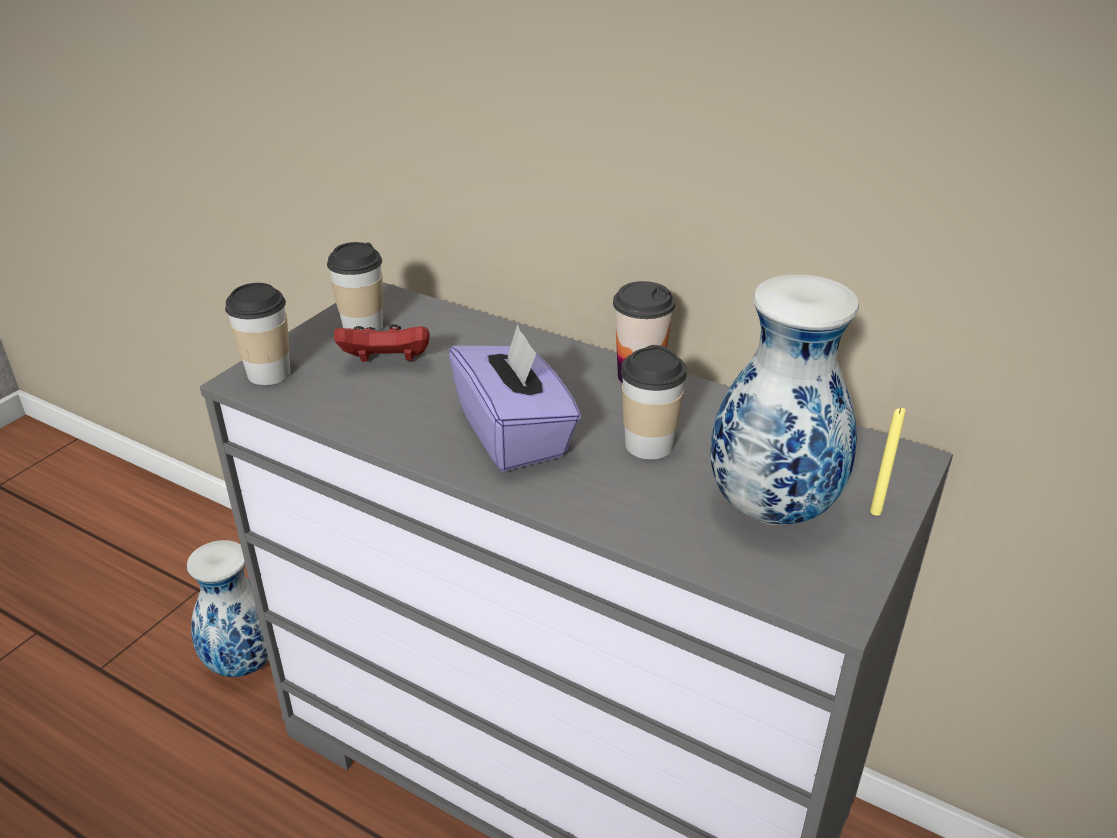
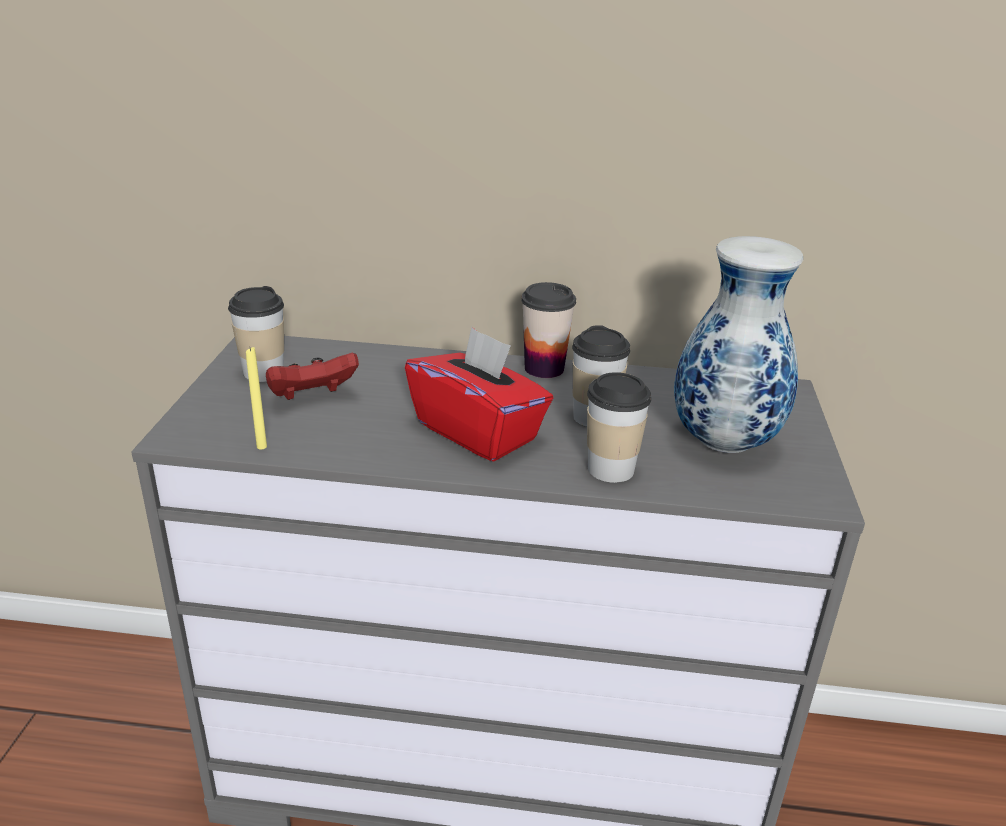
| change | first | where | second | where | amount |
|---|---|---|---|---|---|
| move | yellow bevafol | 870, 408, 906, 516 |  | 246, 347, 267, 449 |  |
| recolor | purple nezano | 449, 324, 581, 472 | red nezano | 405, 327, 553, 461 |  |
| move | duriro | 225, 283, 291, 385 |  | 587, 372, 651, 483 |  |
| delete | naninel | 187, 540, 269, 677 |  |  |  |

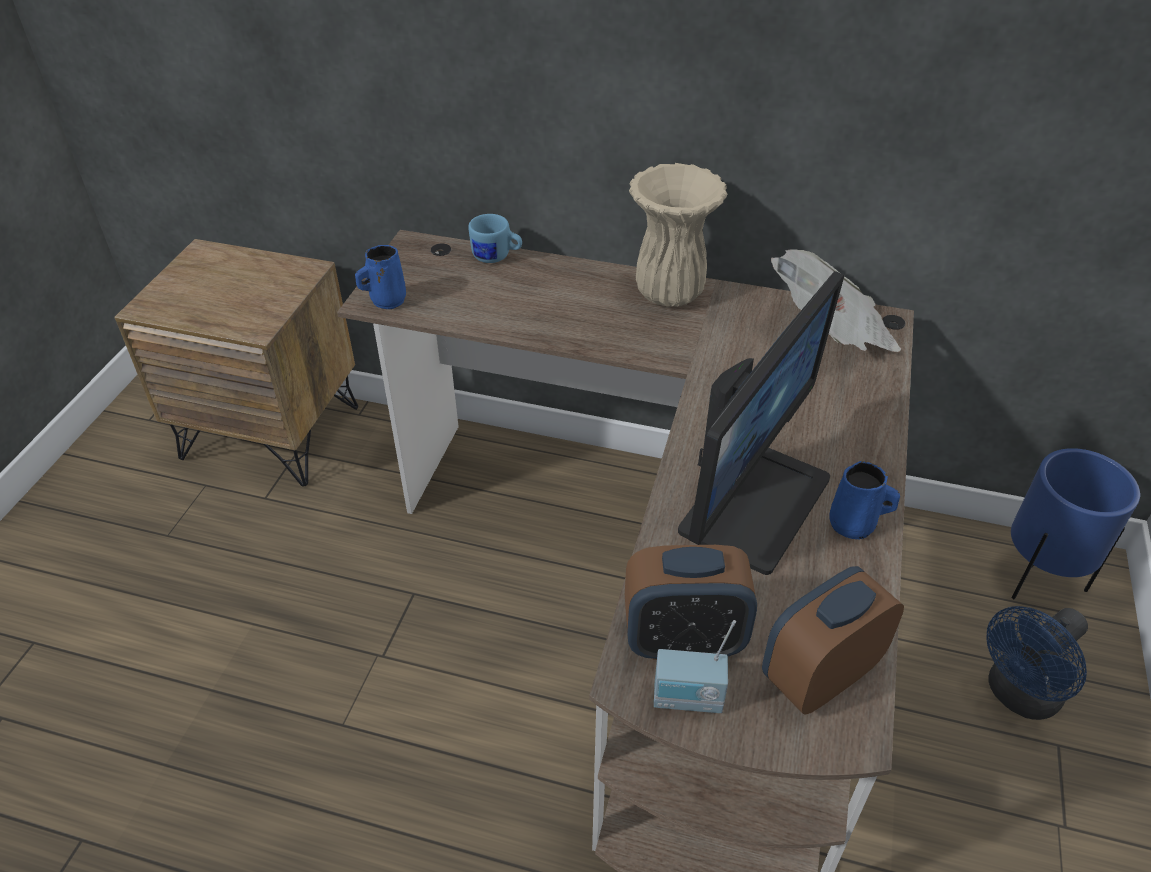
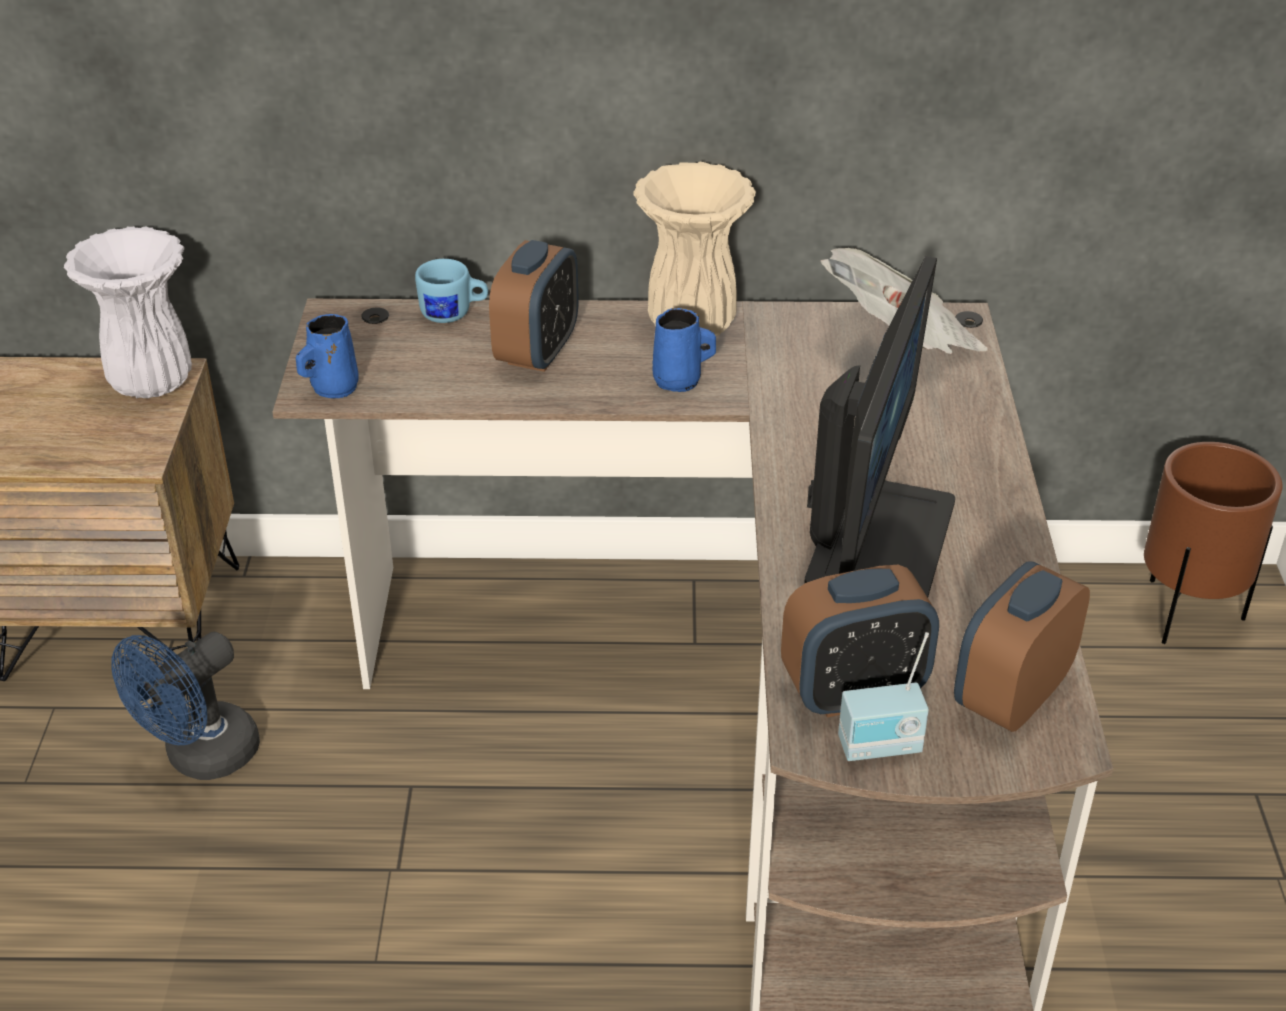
| change | first | where | second | where | amount |
|---|---|---|---|---|---|
| insert |  |  | white naninel | 64, 226, 192, 399 |  |
| move | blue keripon | 986, 606, 1088, 720 |  | 112, 632, 260, 780 |  |
| insert |  |  | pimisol | 489, 240, 579, 372 |  |
| move | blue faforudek | 829, 461, 900, 539 |  | 653, 308, 716, 392 |  |
| recolor | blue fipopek | 1011, 448, 1140, 599 | brown fipopek | 1144, 442, 1282, 644 |  |

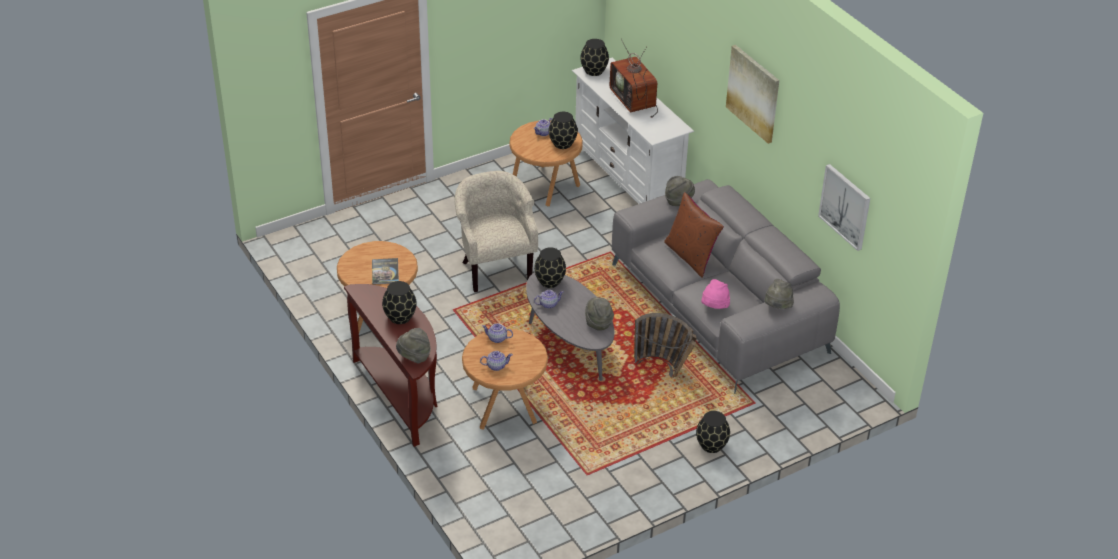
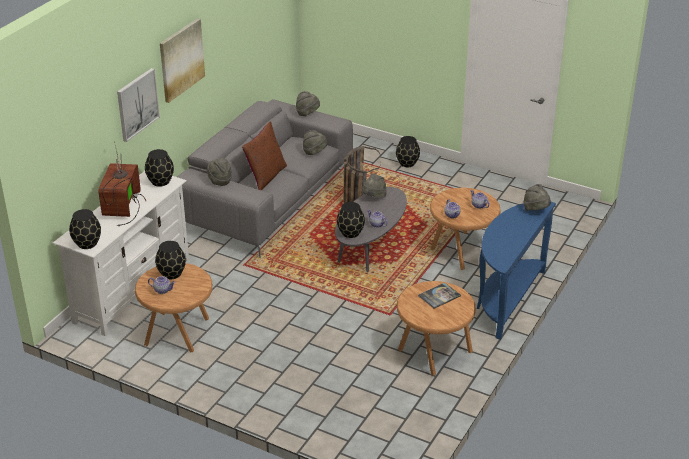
| change | first | where | second | where | amount |
|---|---|---|---|---|---|
| rotate | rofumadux | 610, 39, 658, 118 |  | 98, 141, 147, 226 | 150 degrees clockwise |
| move | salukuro | 818, 164, 870, 251 |  | 117, 68, 160, 142 |  |
| move | black naninel | 382, 281, 417, 324 |  | 145, 149, 174, 187 |  |
| recolor | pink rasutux | 701, 279, 730, 309 | grey rasutux | 303, 130, 328, 155 |  |
| recolor | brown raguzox | 344, 284, 438, 447 | blue raguzox | 477, 202, 556, 340 |  |
| delete | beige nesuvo | 454, 171, 538, 292 |  |  |  |

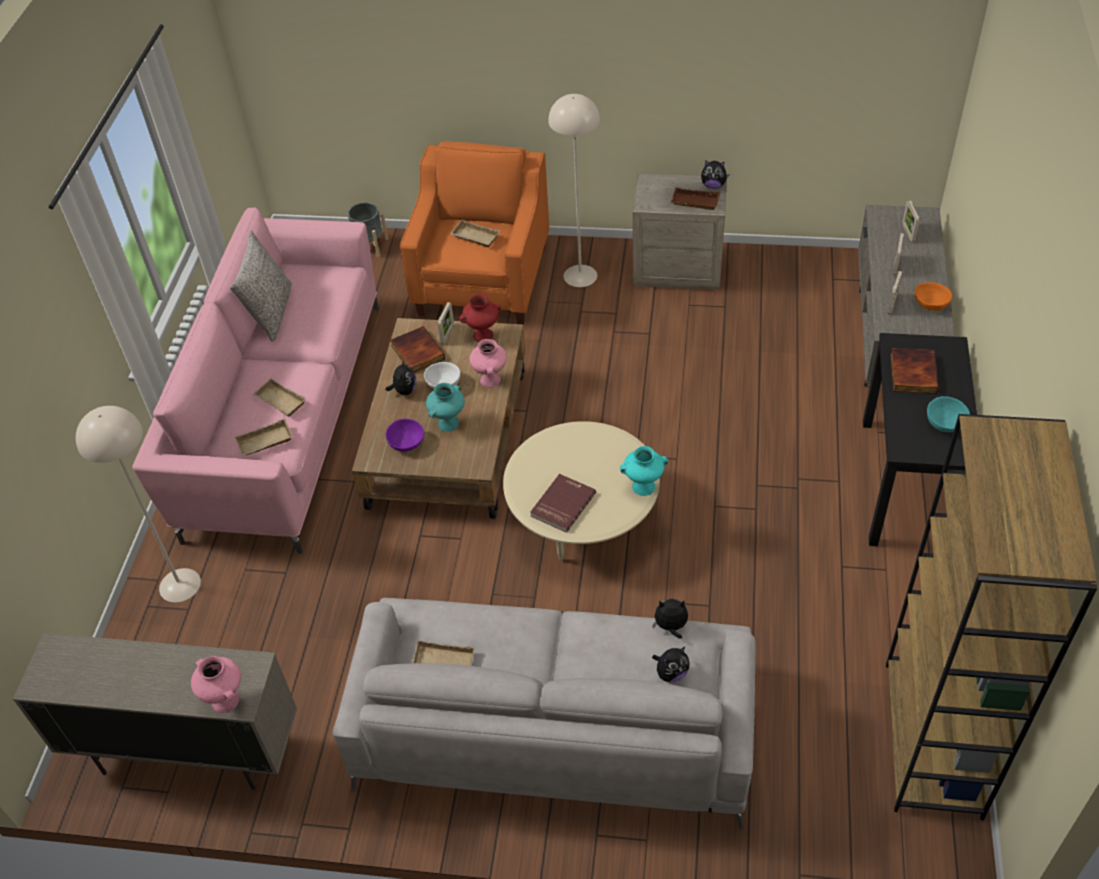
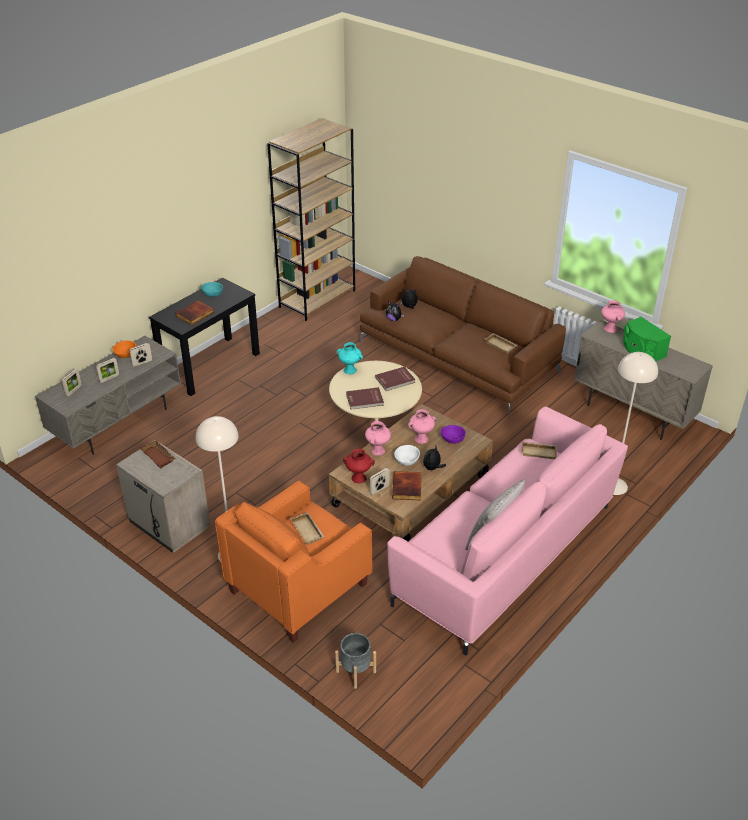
| change | first | where | second | where | amount |
|---|---|---|---|---|---|
| insert |  |  | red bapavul | 346, 387, 384, 410 |  |
| recolor | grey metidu | 332, 598, 756, 830 | brown metidu | 359, 256, 566, 417 |  |
| recolor | turquoise naninel | 426, 383, 465, 432 | pink naninel | 408, 409, 437, 444 |  |
| insert |  |  | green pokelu | 623, 317, 671, 361 |  |
| delete | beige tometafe | 252, 379, 306, 416 |  |  |  |
| delete | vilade | 701, 160, 730, 189 |  |  |  |

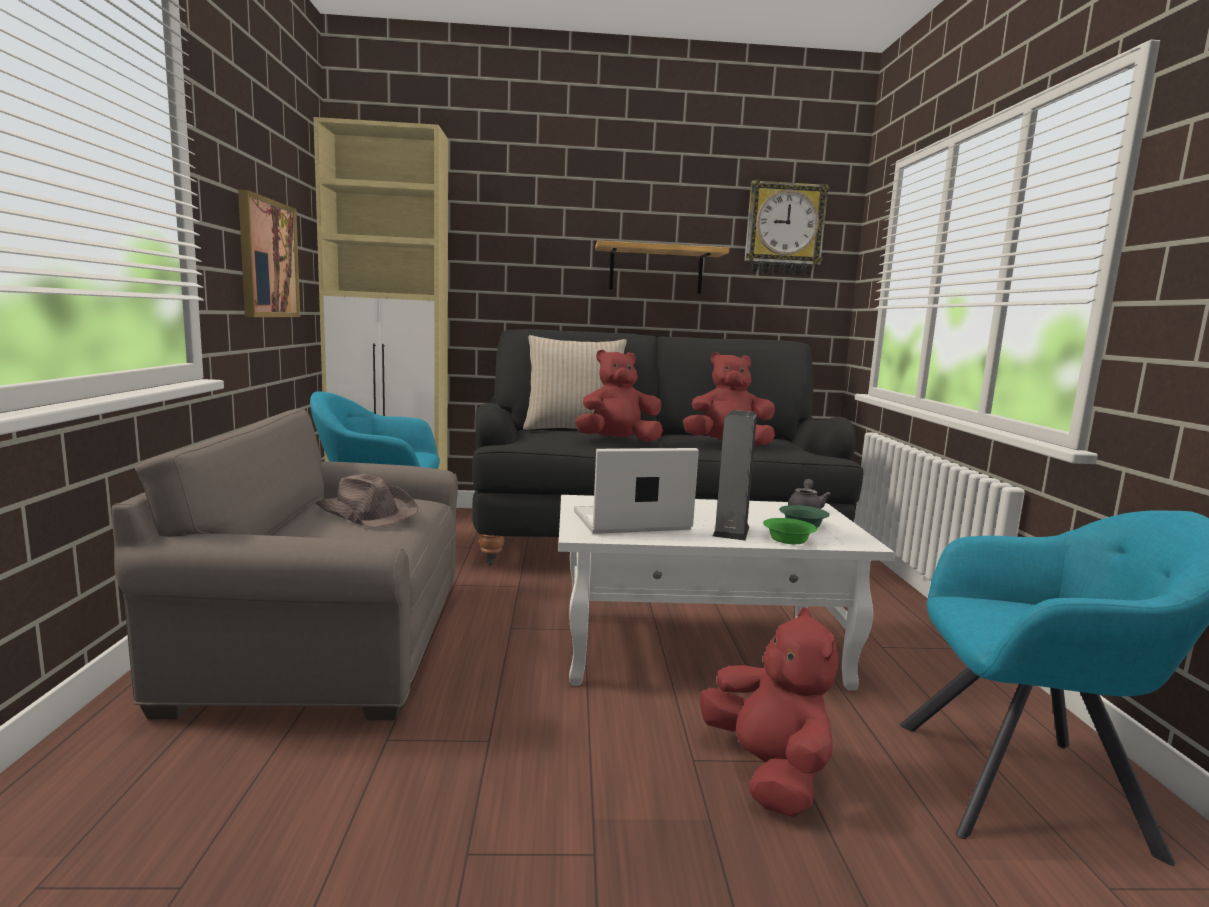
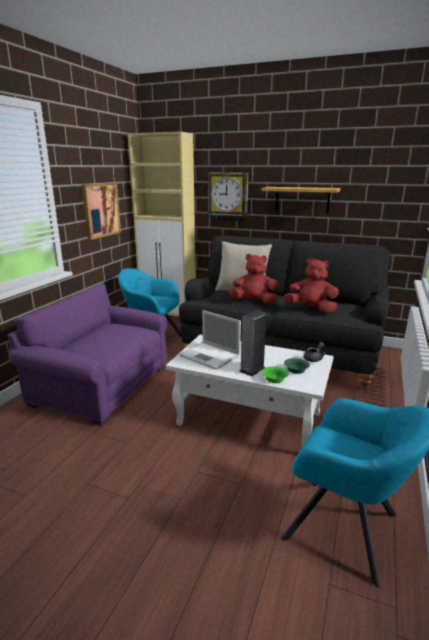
| change | first | where | second | where | amount |
|---|---|---|---|---|---|
| recolor | grey nesuvo | 112, 409, 458, 720 | purple nesuvo | 7, 284, 167, 426 |  |
| rotate | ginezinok | 574, 448, 699, 534 |  | 179, 310, 241, 370 | 150 degrees counterclockwise |
| move | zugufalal | 745, 180, 830, 275 |  | 208, 172, 248, 222 |  |
| delete | brown rasutux | 316, 474, 418, 528 |  |  |  |
| delete | red vilade | 700, 607, 838, 817 |  |  |  |

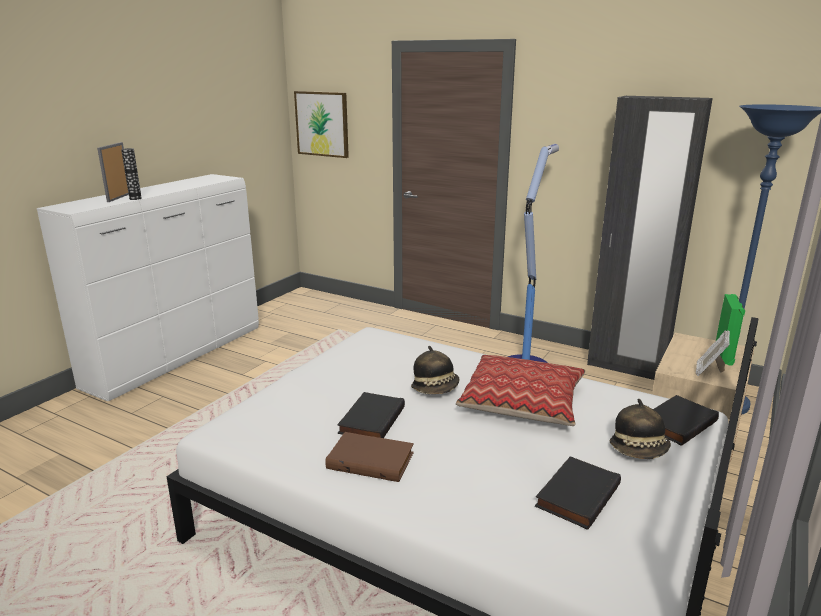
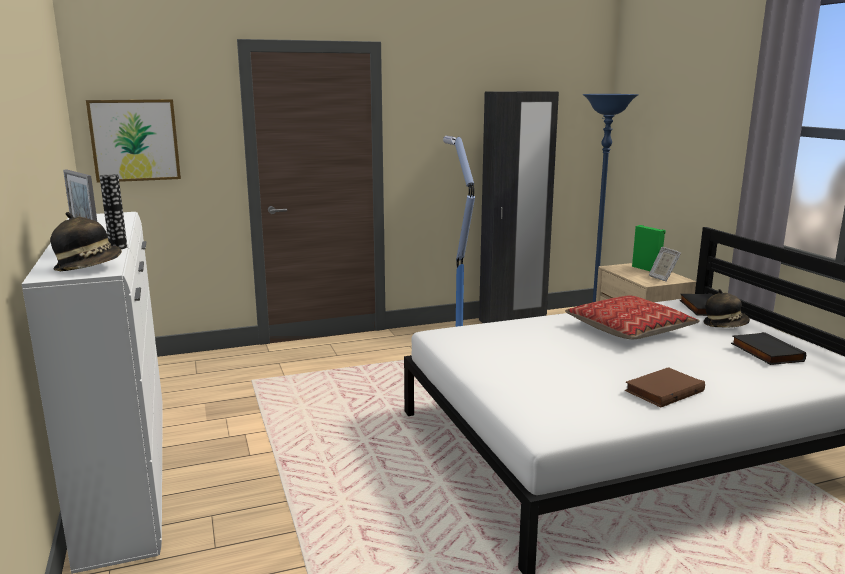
| change | first | where | second | where | amount |
|---|---|---|---|---|---|
| move | rasutux | 411, 346, 460, 394 |  | 50, 212, 122, 271 |  |
| delete | black bapavul | 337, 392, 405, 438 |  |  |  |

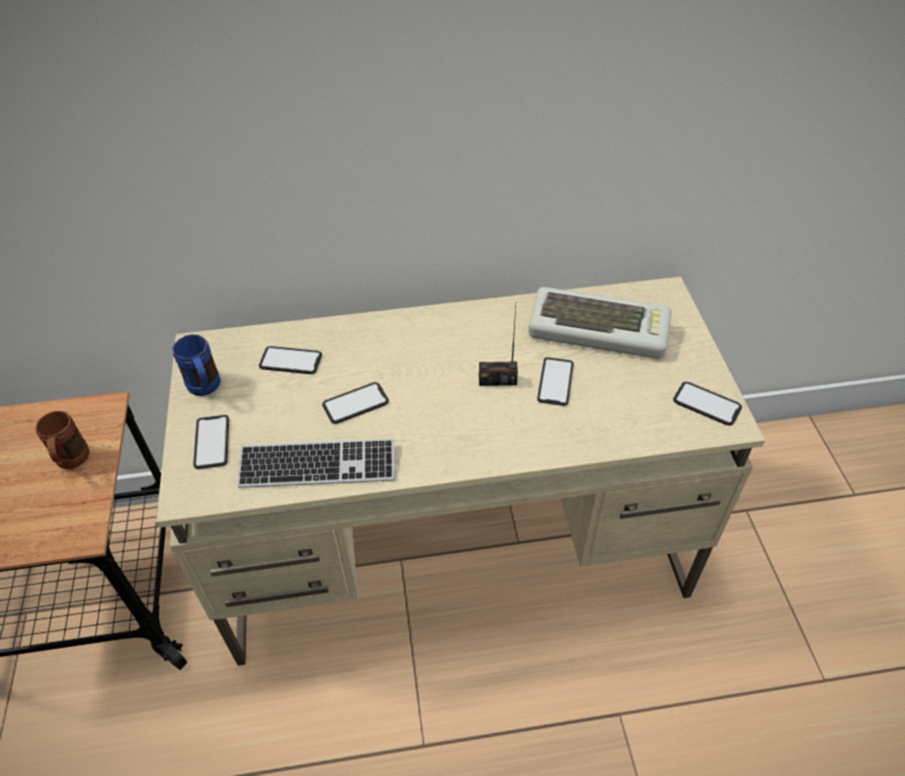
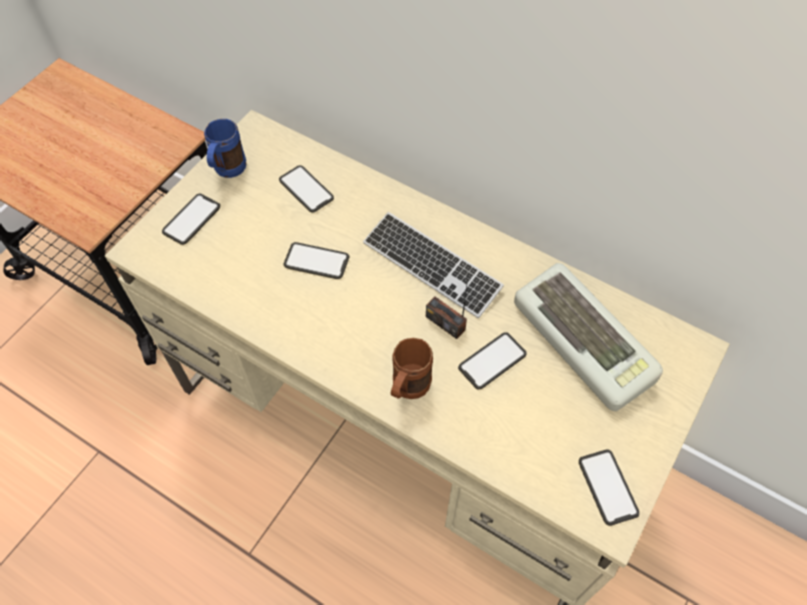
| change | first | where | second | where | amount |
|---|---|---|---|---|---|
| move | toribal | 237, 439, 395, 488 |  | 363, 212, 504, 318 |  |
| move | brown faforudek | 36, 411, 90, 469 |  | 391, 338, 433, 399 |  |

